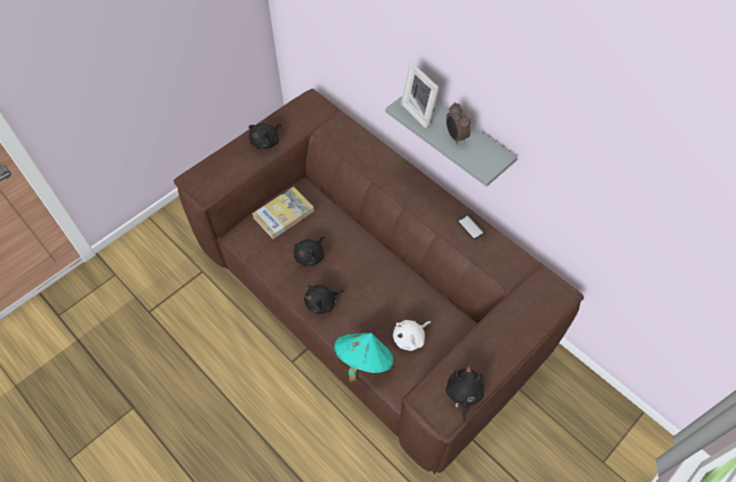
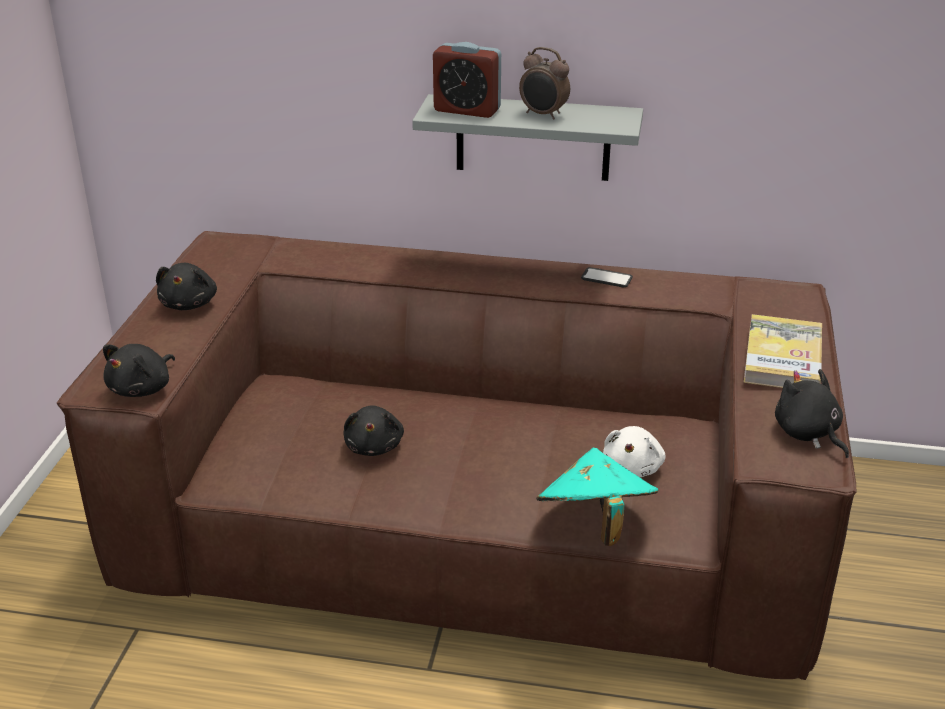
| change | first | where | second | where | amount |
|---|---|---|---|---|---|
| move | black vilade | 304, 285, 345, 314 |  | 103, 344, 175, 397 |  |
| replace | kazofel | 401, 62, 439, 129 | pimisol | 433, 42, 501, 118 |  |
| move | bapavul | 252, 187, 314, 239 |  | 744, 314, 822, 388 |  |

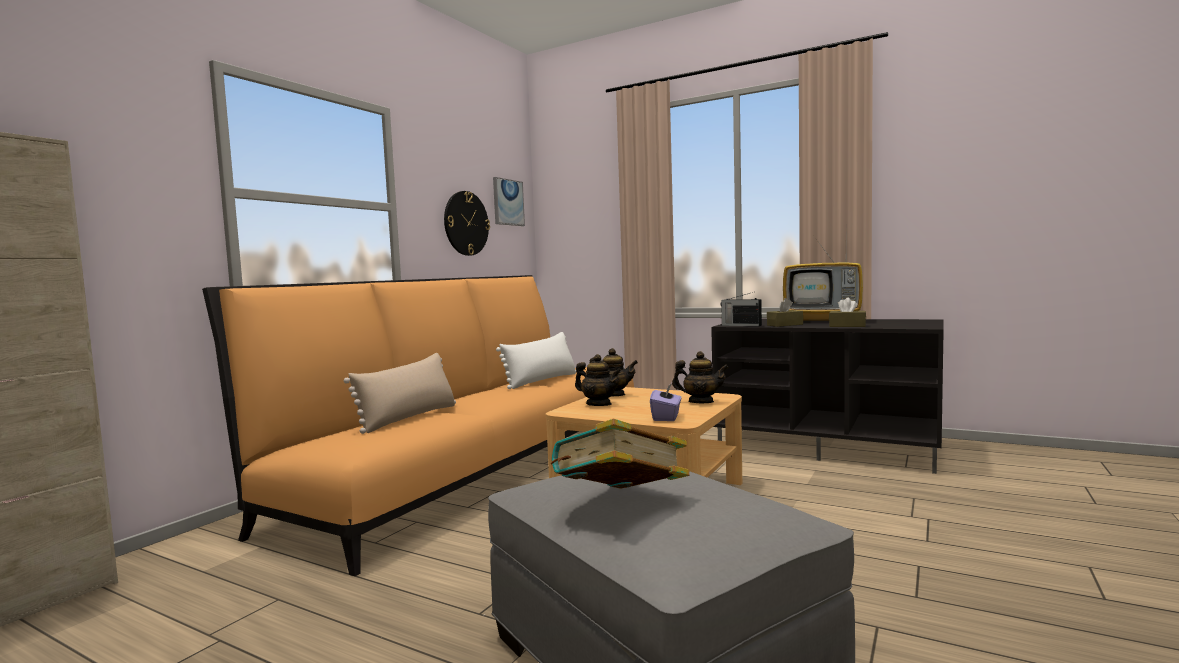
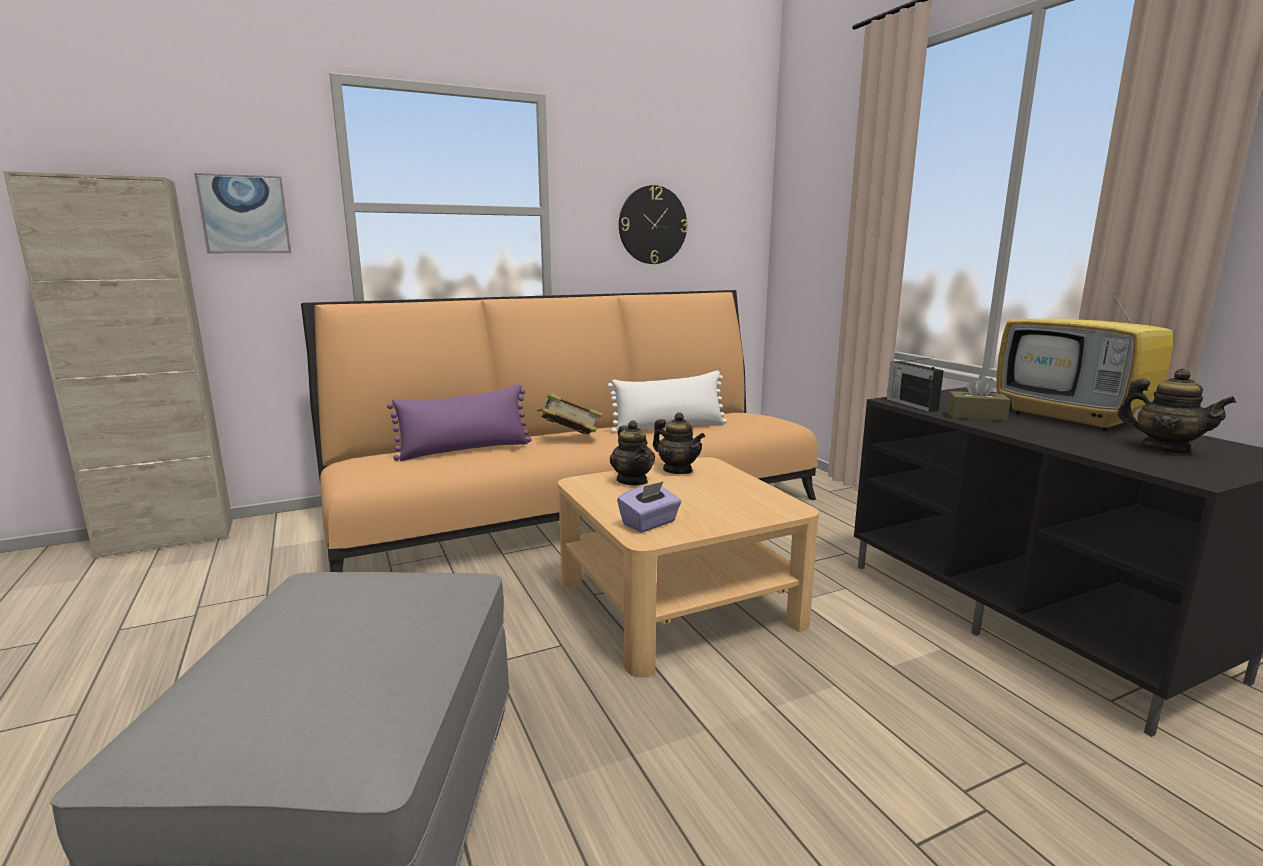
| change | first | where | second | where | amount |
|---|---|---|---|---|---|
| move | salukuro | 493, 177, 525, 226 |  | 194, 173, 291, 253 |  |
| recolor | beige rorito | 344, 353, 456, 434 | purple rorito | 387, 384, 532, 461 |  |
| move | bapavul | 551, 418, 689, 489 |  | 537, 393, 603, 435 |  |
| move | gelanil | 672, 351, 729, 403 |  | 1117, 368, 1236, 453 |  |
| delete | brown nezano | 829, 297, 866, 327 |  |  |  |

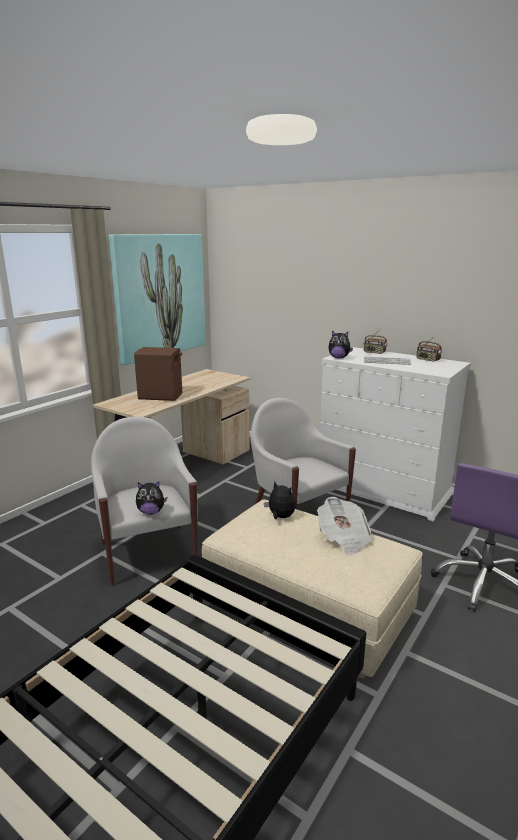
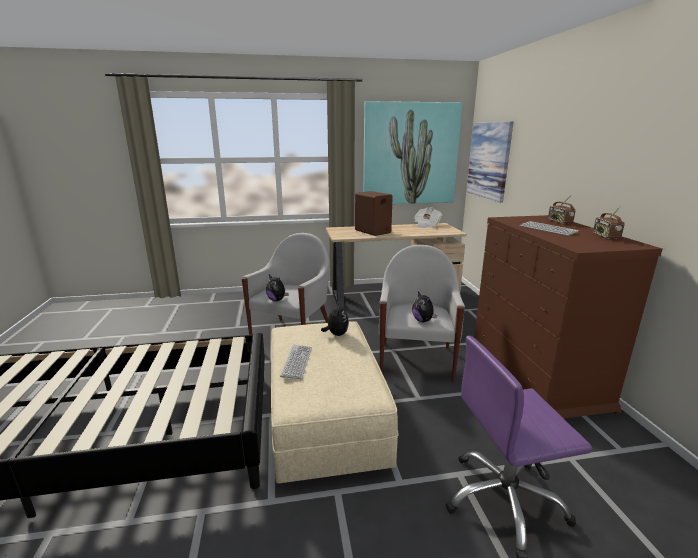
| change | first | where | second | where | amount |
|---|---|---|---|---|---|
| insert |  |  | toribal | 280, 345, 312, 379 |  |
| move | vilade | 328, 331, 353, 359 |  | 412, 291, 437, 322 |  |
| move | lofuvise | 317, 497, 373, 555 |  | 414, 207, 442, 228 |  |
| insert |  |  | salukuro | 467, 121, 513, 203 |  |
| recolor | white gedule | 320, 347, 471, 522 | brown gedule | 474, 215, 663, 418 |  |

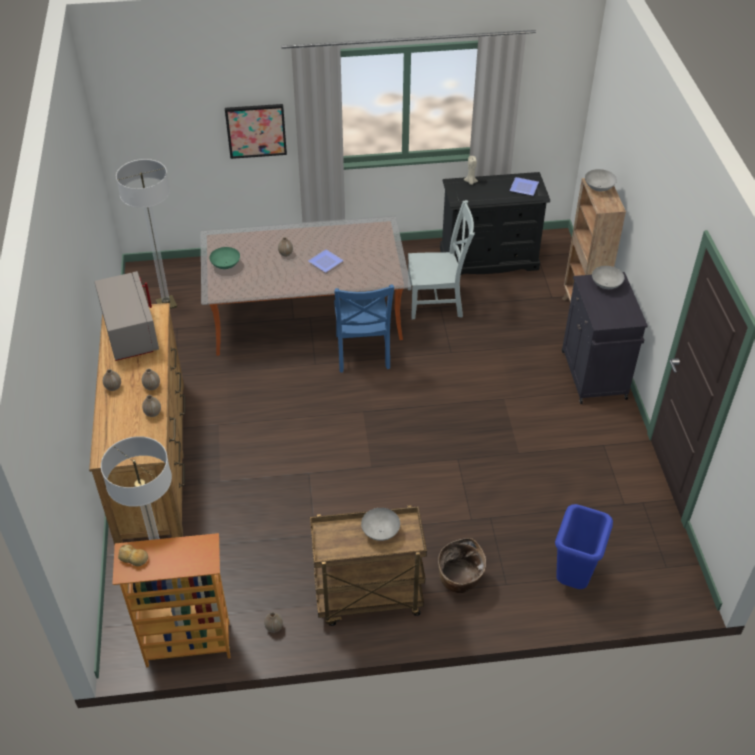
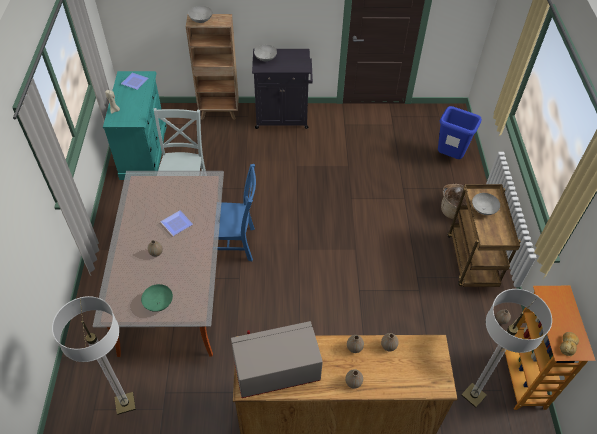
| change | first | where | second | where | amount |
|---|---|---|---|---|---|
| recolor | black gedule | 440, 172, 550, 275 | turquoise gedule | 103, 71, 166, 180 |  |
| delete | salukuro | 225, 104, 287, 159 |  |  |  |

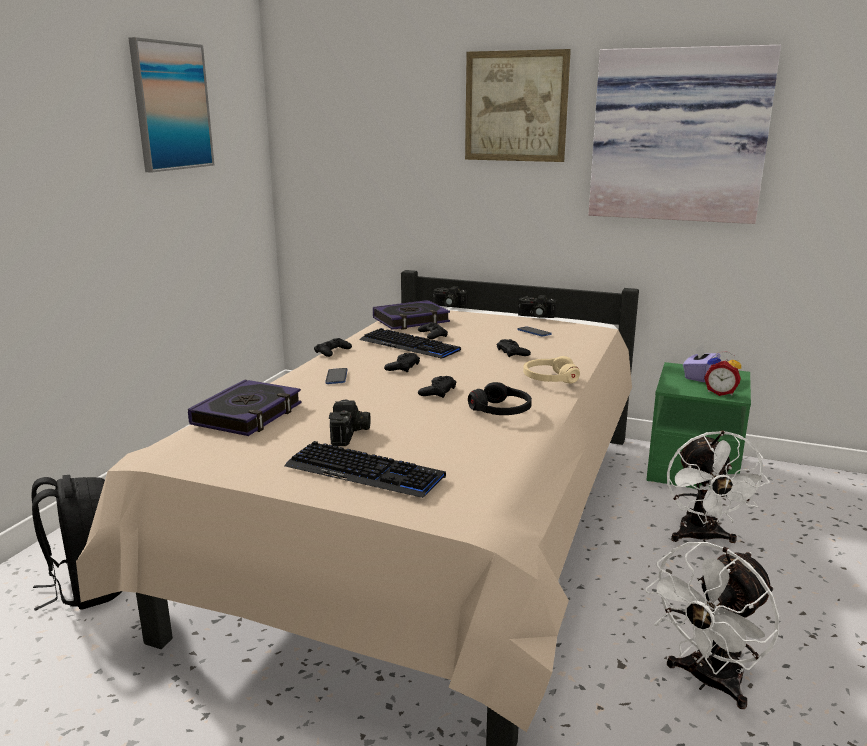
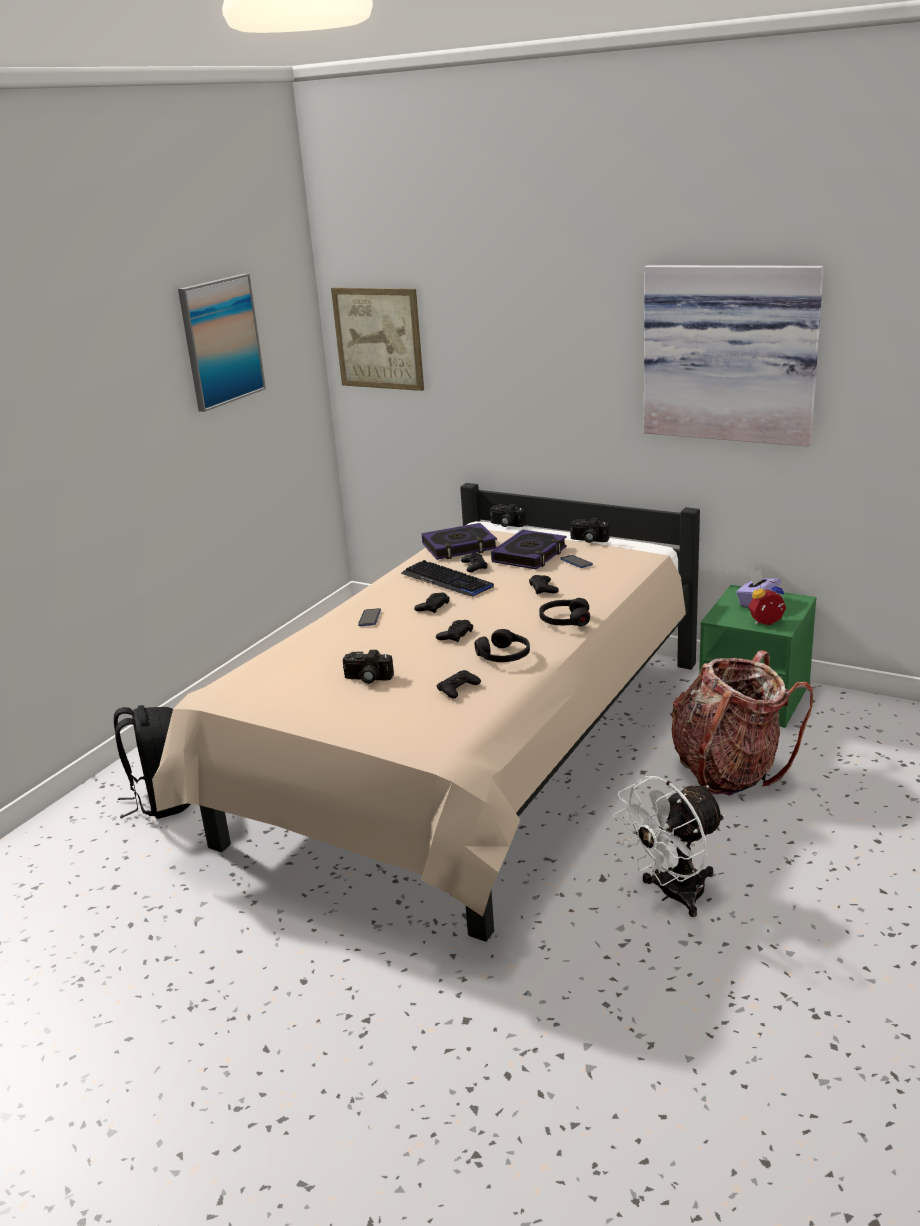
| change | first | where | second | where | amount |
|---|---|---|---|---|---|
| move | salukuro | 465, 49, 571, 162 |  | 331, 288, 424, 391 |  |
| rotate | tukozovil | 329, 400, 371, 446 |  | 343, 650, 394, 684 | 90 degrees clockwise |
| move | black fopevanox | 314, 338, 352, 357 |  | 437, 670, 481, 698 |  |
| move | bapavul | 188, 380, 302, 436 |  | 491, 530, 567, 570 |  |
| recolor | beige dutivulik | 523, 356, 580, 383 | black dutivulik | 539, 598, 590, 626 |  |
| replace | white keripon | 667, 430, 770, 543 | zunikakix | 671, 650, 813, 796 |  |
| rotate | pimisol | 704, 351, 741, 396 |  | 749, 581, 786, 625 | 135 degrees clockwise |
| delete | toribal | 284, 441, 446, 498 |  |  |  |

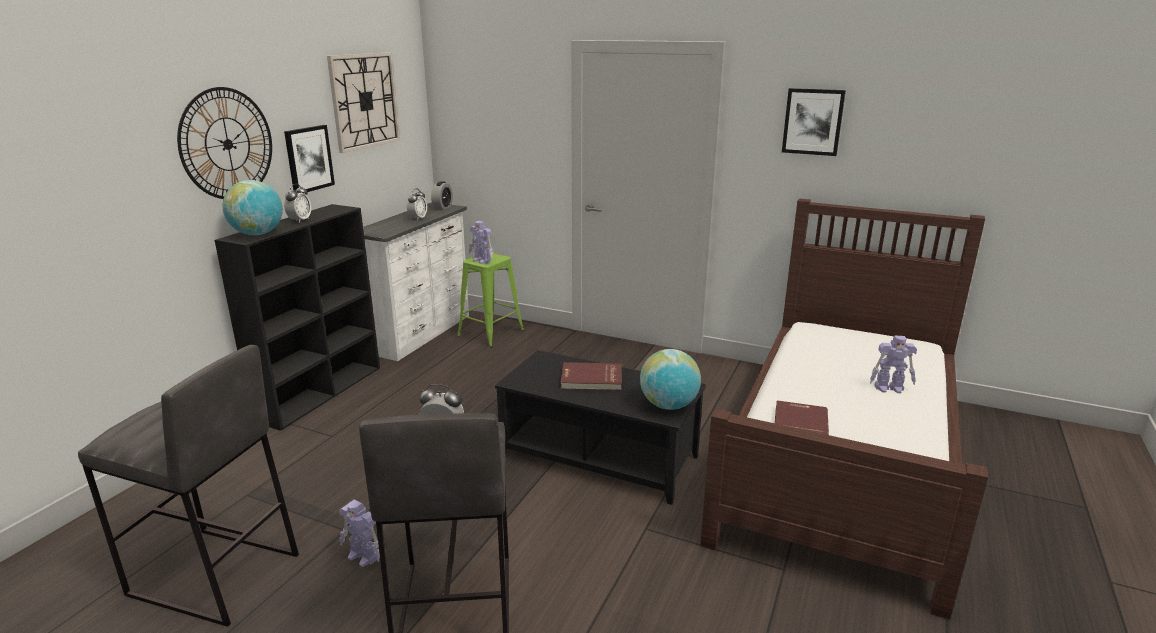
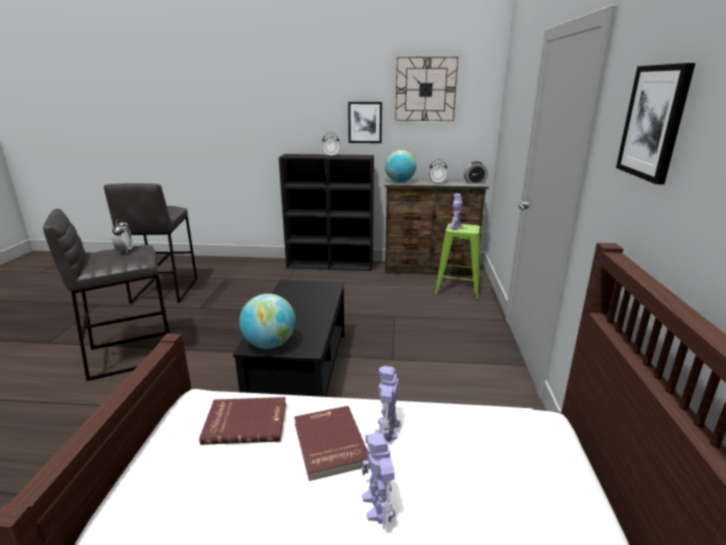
| change | first | where | second | where | amount |
|---|---|---|---|---|---|
| move | red bapavul | 561, 362, 622, 390 |  | 294, 406, 368, 481 |  |
| move | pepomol | 339, 500, 380, 567 |  | 374, 366, 400, 442 |  |
| move | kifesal | 223, 180, 283, 235 |  | 385, 150, 416, 182 |  |
| recolor | white gedule | 363, 202, 469, 361 | brown gedule | 385, 178, 489, 276 |  |
| delete | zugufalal | 177, 87, 272, 199 |  |  |  |

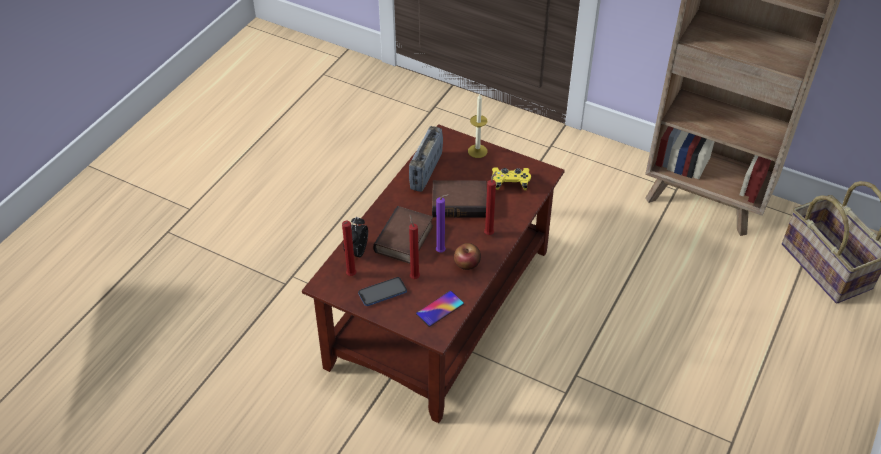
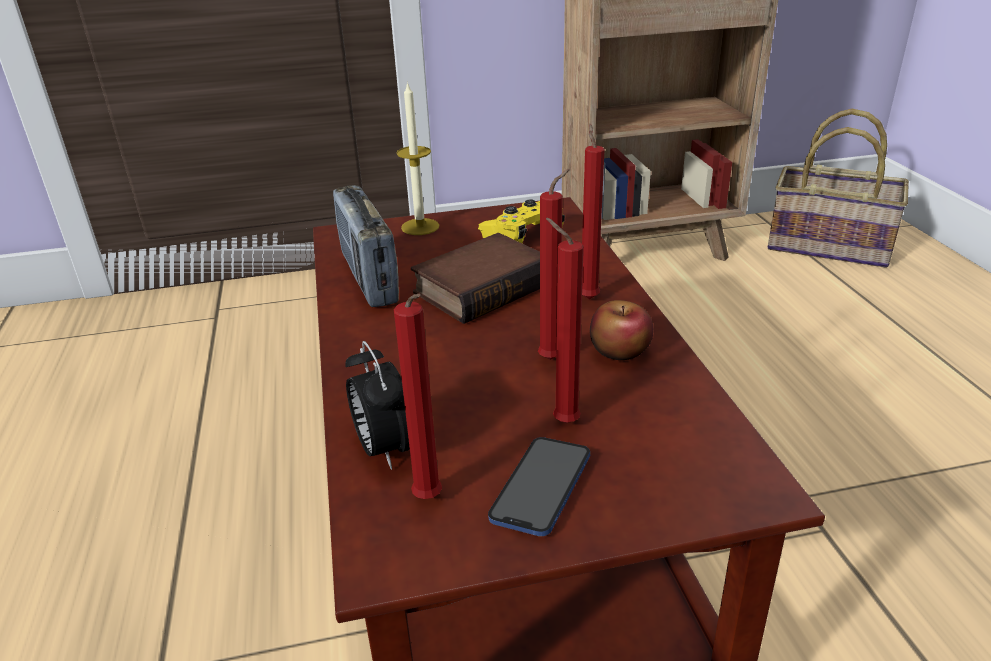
| change | first | where | second | where | amount |
|---|---|---|---|---|---|
| recolor | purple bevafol | 436, 194, 450, 253 | red bevafol | 538, 169, 570, 360 |  |
| delete | bapavul | 373, 206, 433, 264 |  |  |  |
| delete | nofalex | 416, 291, 464, 327 |  |  |  |

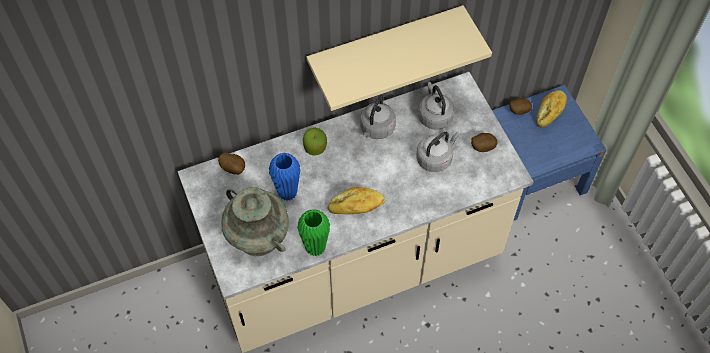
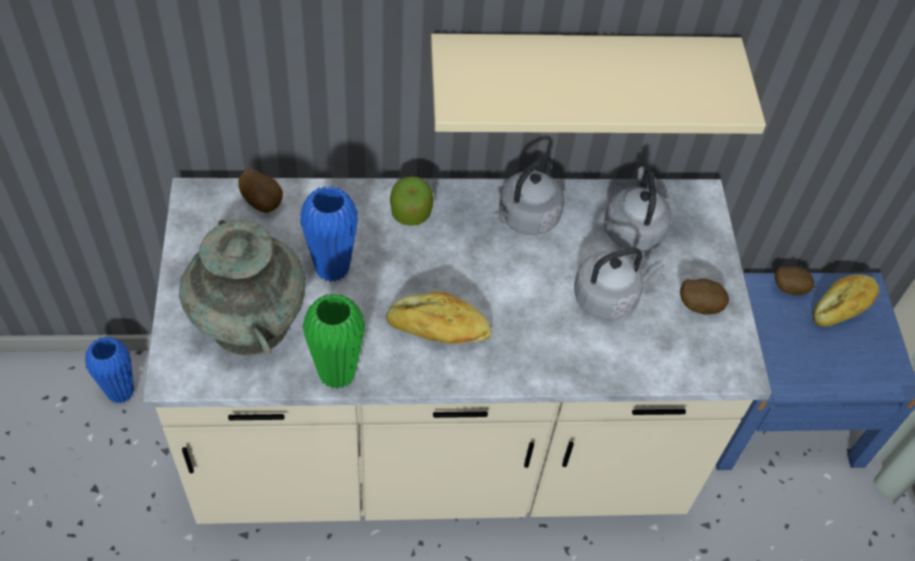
| change | first | where | second | where | amount |
|---|---|---|---|---|---|
| insert |  |  | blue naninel | 85, 337, 134, 404 |  |

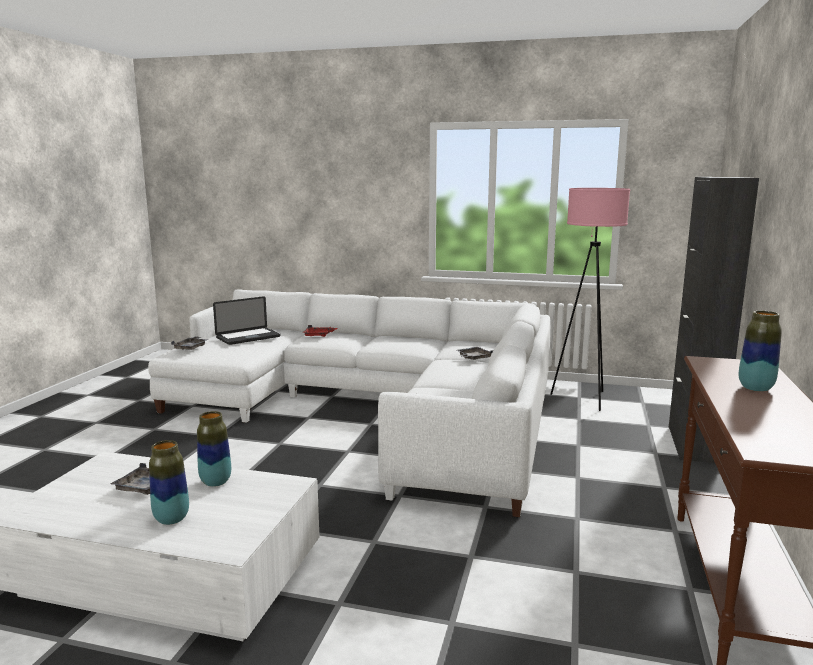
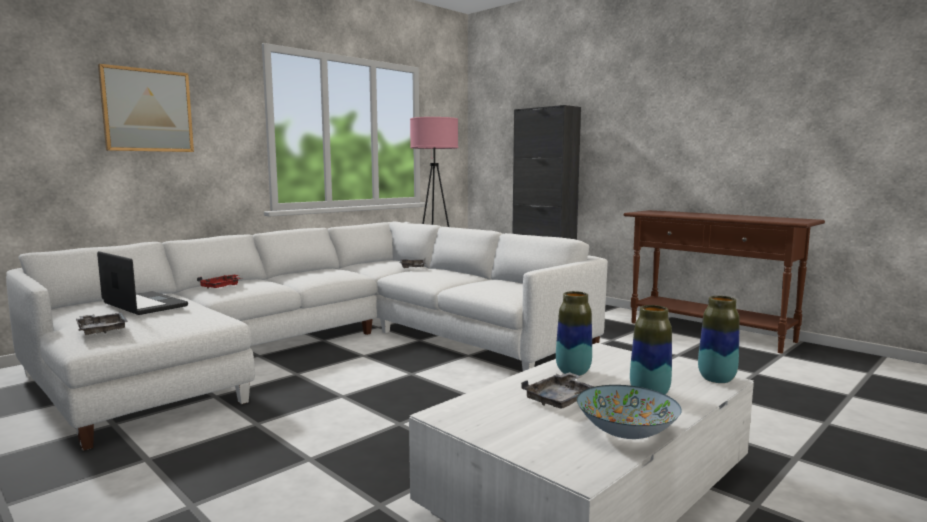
| change | first | where | second | where | amount |
|---|---|---|---|---|---|
| rotate | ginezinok | 213, 296, 280, 345 |  | 97, 251, 188, 315 | 45 degrees counterclockwise |
| insert |  |  | salukuro | 98, 64, 194, 152 |  |
| insert |  |  | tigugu | 577, 385, 682, 439 |  |
| move | naninel | 739, 311, 782, 392 |  | 698, 296, 740, 383 |  |

